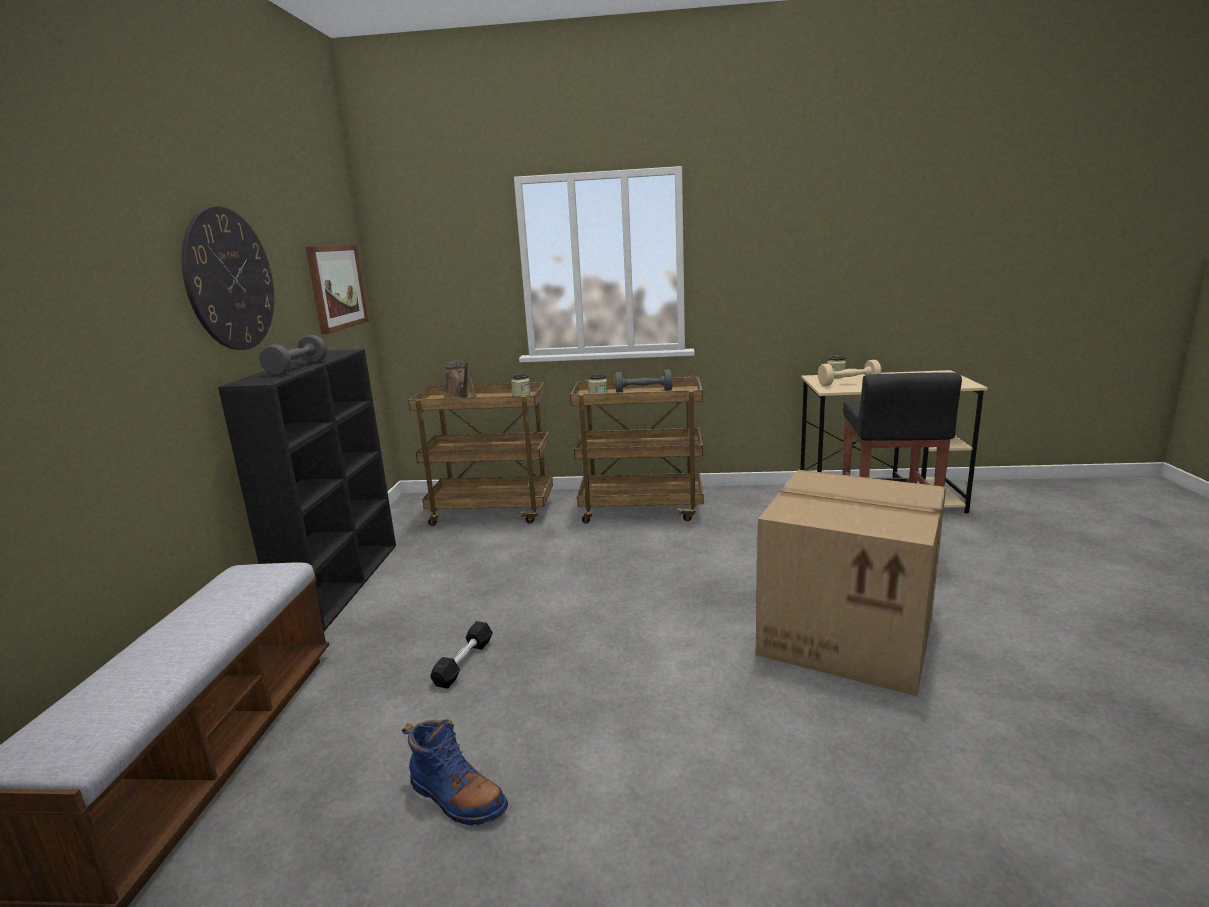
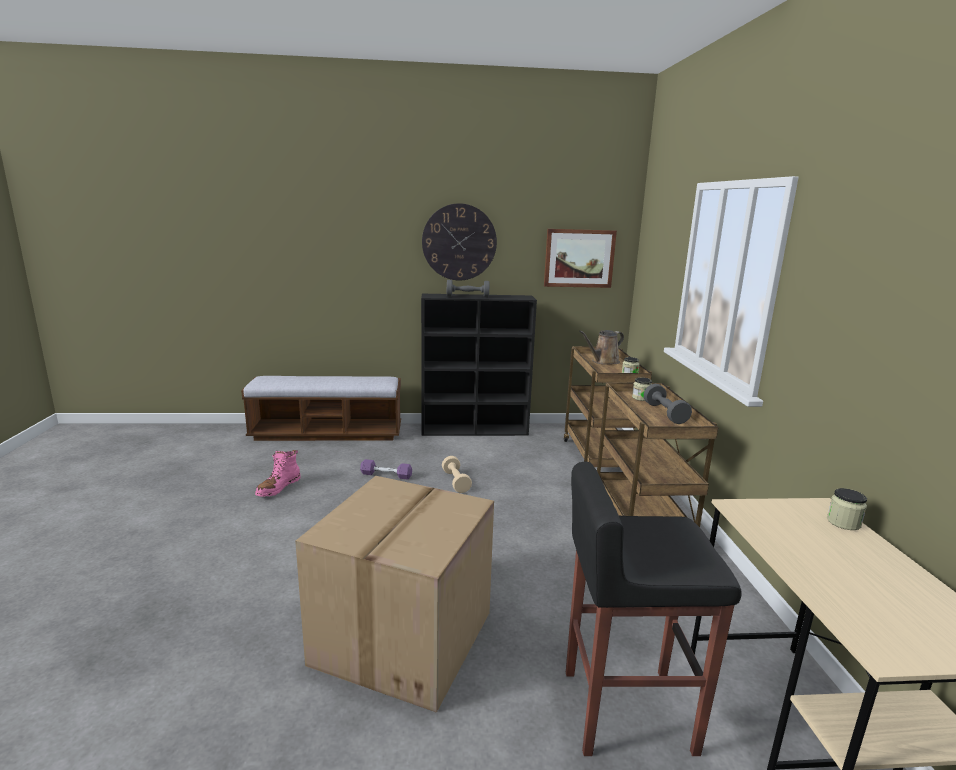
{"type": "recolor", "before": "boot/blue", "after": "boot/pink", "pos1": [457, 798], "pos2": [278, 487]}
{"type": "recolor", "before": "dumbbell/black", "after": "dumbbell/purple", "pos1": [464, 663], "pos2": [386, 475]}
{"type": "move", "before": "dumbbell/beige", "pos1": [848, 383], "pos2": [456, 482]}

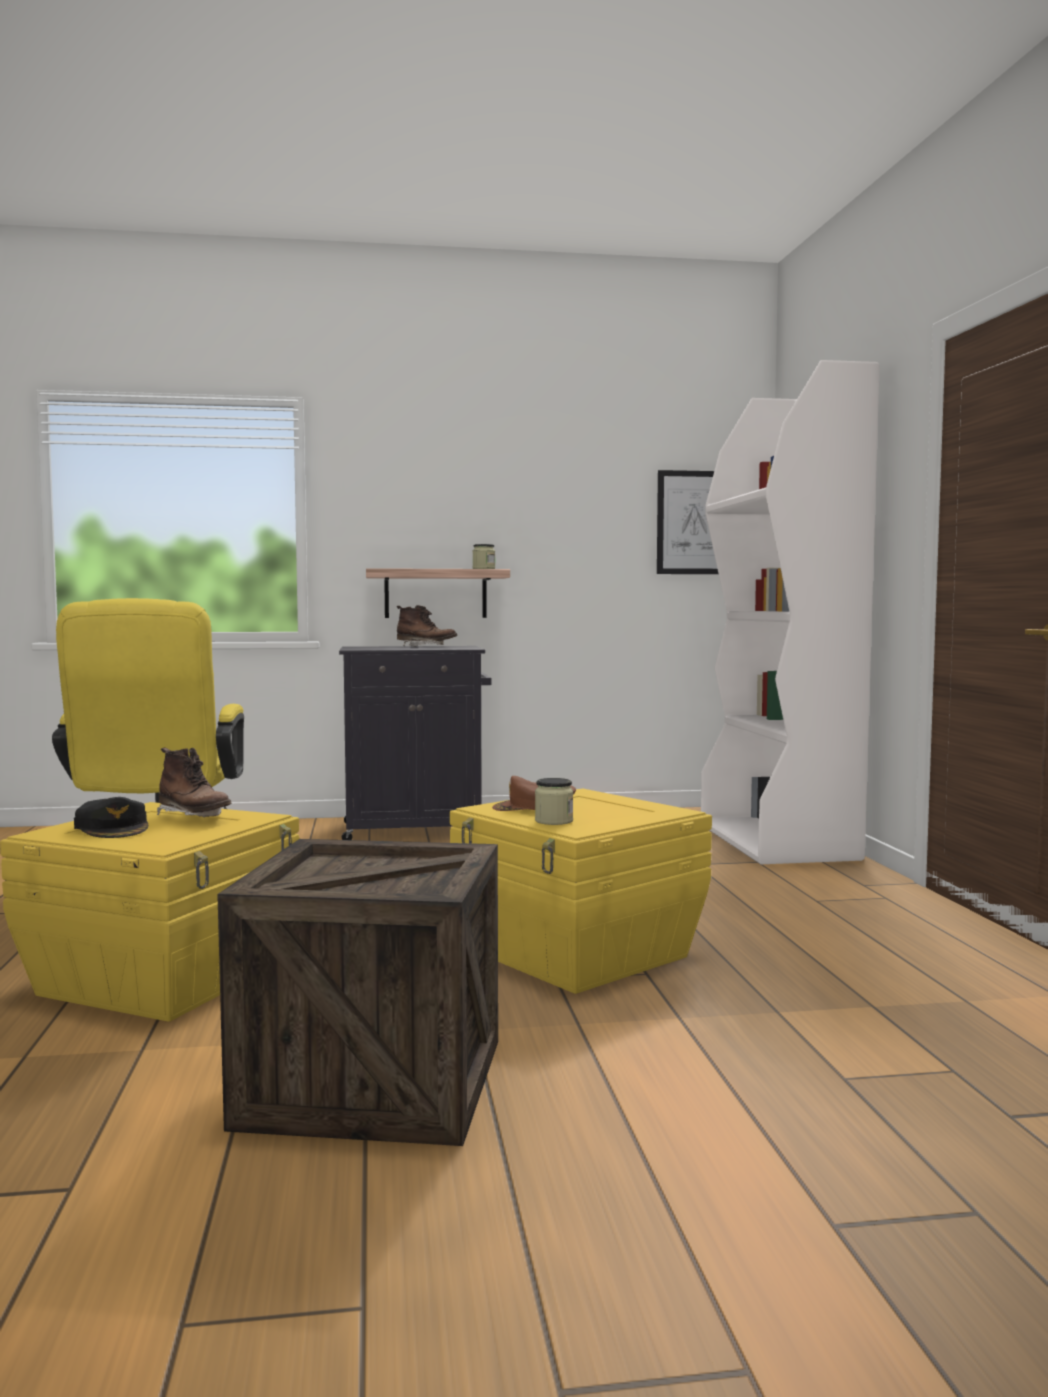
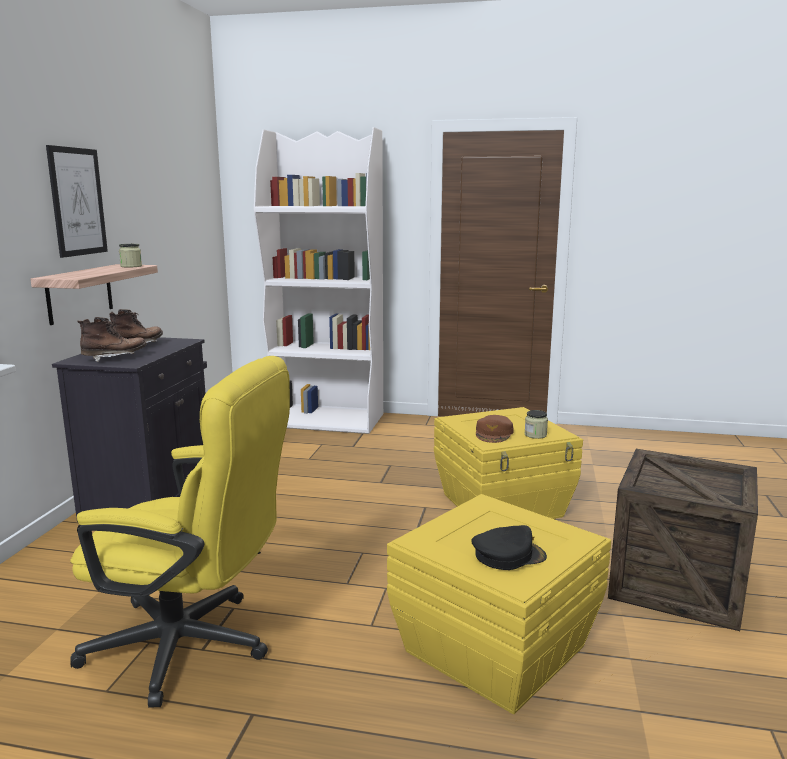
{"type": "move", "before": "picture", "pos1": [692, 522], "pos2": [77, 202]}
{"type": "move", "before": "boot/brown", "pos1": [194, 817], "pos2": [115, 358]}

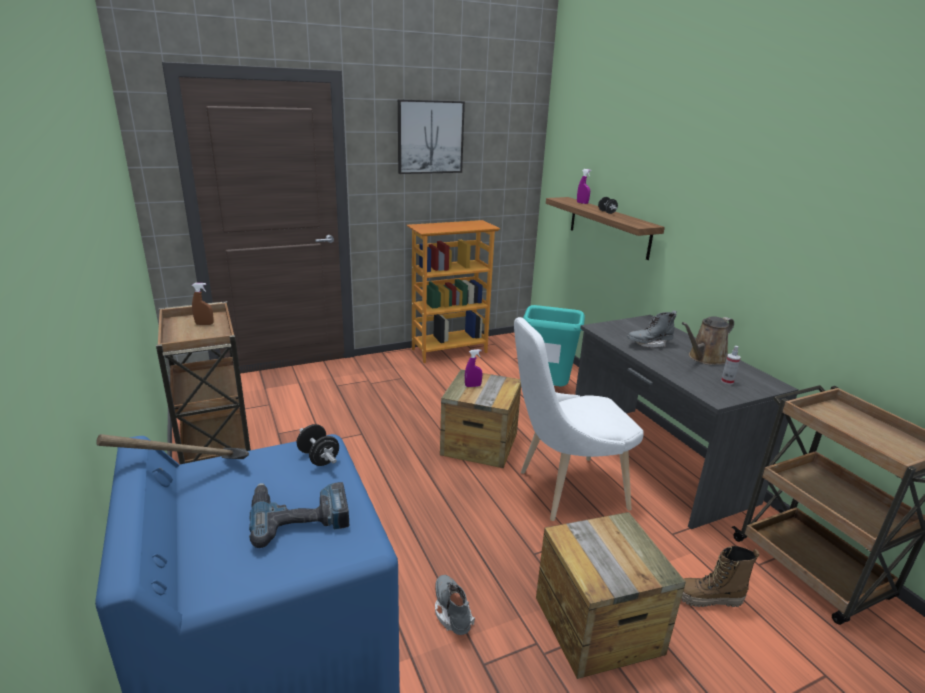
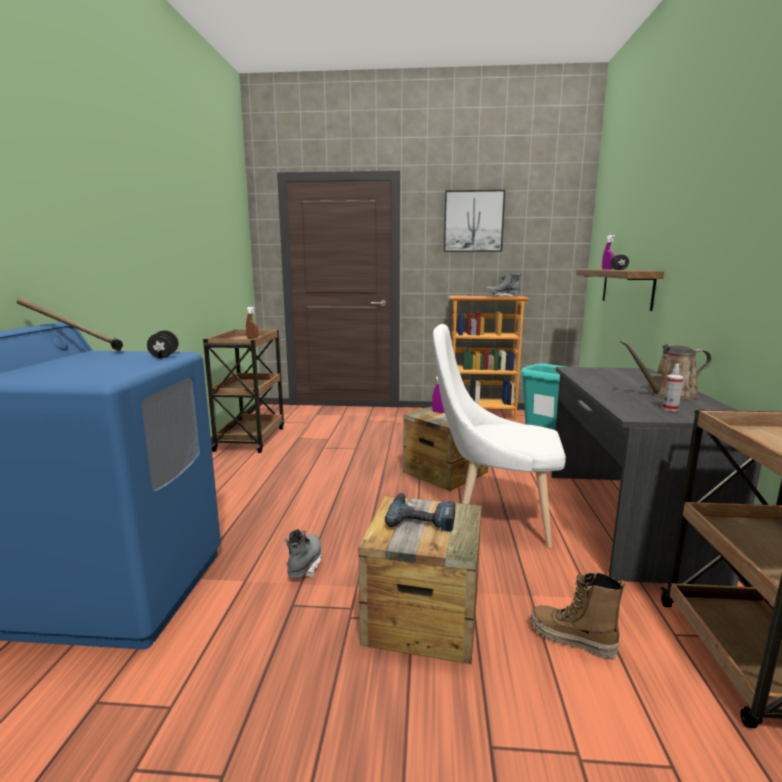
{"type": "move", "before": "power drill", "pos1": [299, 515], "pos2": [421, 517]}
{"type": "move", "before": "boot/grey", "pos1": [649, 344], "pos2": [502, 297]}

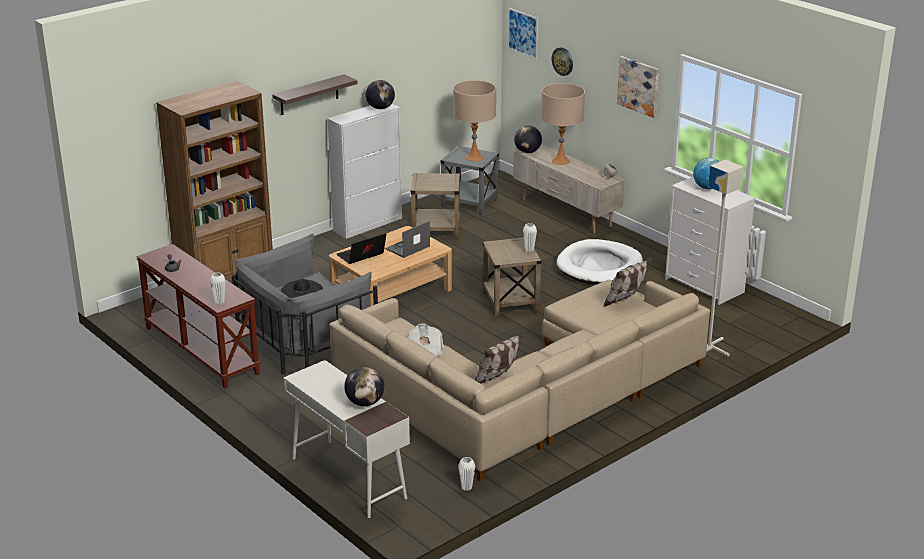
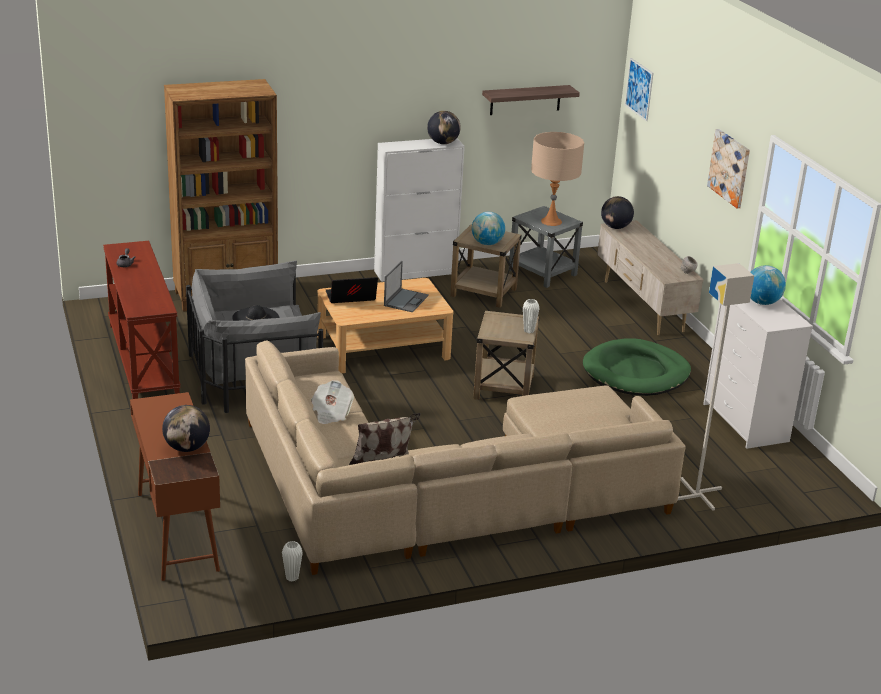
{"type": "recolor", "before": "desk/white", "after": "desk/brown", "pos1": [348, 477], "pos2": [177, 530]}
{"type": "rotate", "before": "laptop", "pos1": [407, 248], "pos2": [406, 300], "turn": 135}
{"type": "insert", "after": "globe", "pos2": [487, 243]}
{"type": "move", "before": "shelf", "pos1": [309, 95], "pos2": [525, 100]}
{"type": "recolor", "before": "dog bed/white", "after": "dog bed/green", "pos1": [599, 266], "pos2": [636, 373]}
{"type": "delete", "before": "vase/white", "pos1": [219, 302]}
{"type": "delete", "before": "table lamp/beige", "pos1": [560, 161]}
{"type": "delete", "before": "wall clock", "pos1": [563, 61]}
{"type": "delete", "before": "pillow", "pos1": [626, 301]}

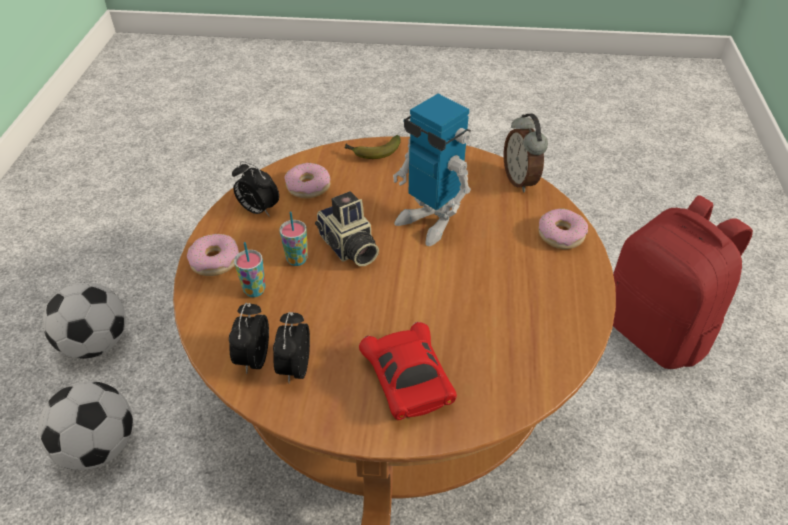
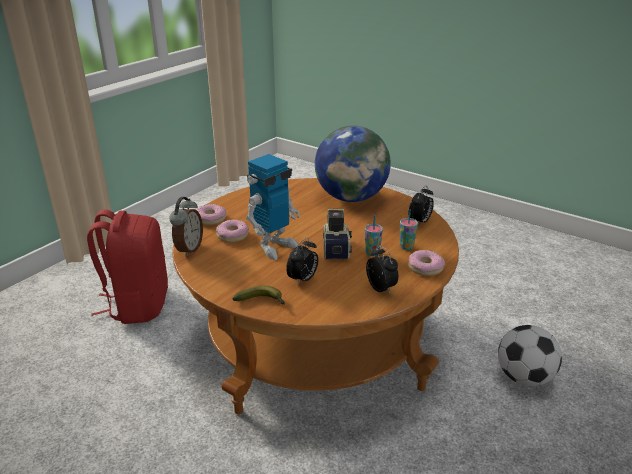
{"type": "move", "before": "donut", "pos1": [308, 186], "pos2": [232, 235]}
{"type": "rotate", "before": "toy robot", "pos1": [429, 222], "pos2": [274, 246], "turn": 60}
{"type": "move", "before": "alarm clock", "pos1": [295, 367], "pos2": [303, 279]}
{"type": "replace", "before": "toy car/red", "after": "globe", "pos1": [408, 381], "pos2": [351, 197]}
{"type": "delete", "before": "football", "pos1": [96, 344]}

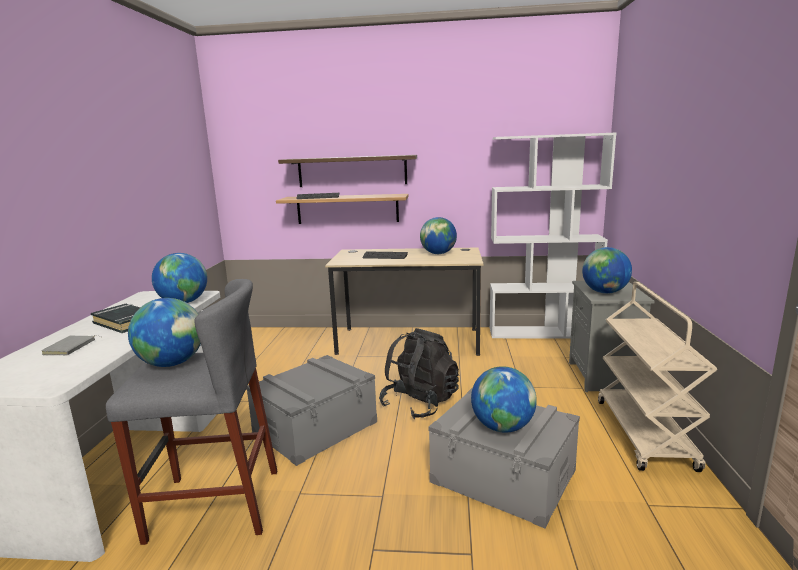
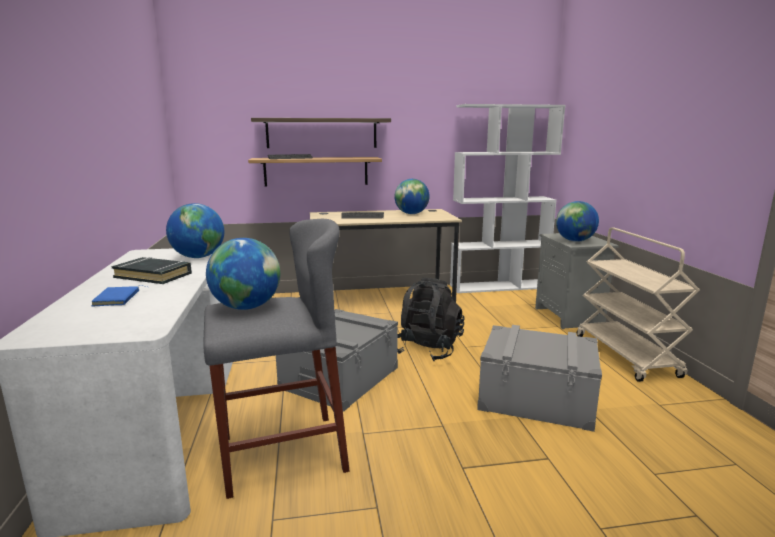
{"type": "recolor", "before": "book/grey", "after": "book/blue", "pos1": [71, 348], "pos2": [118, 299]}
{"type": "delete", "before": "globe", "pos1": [502, 427]}

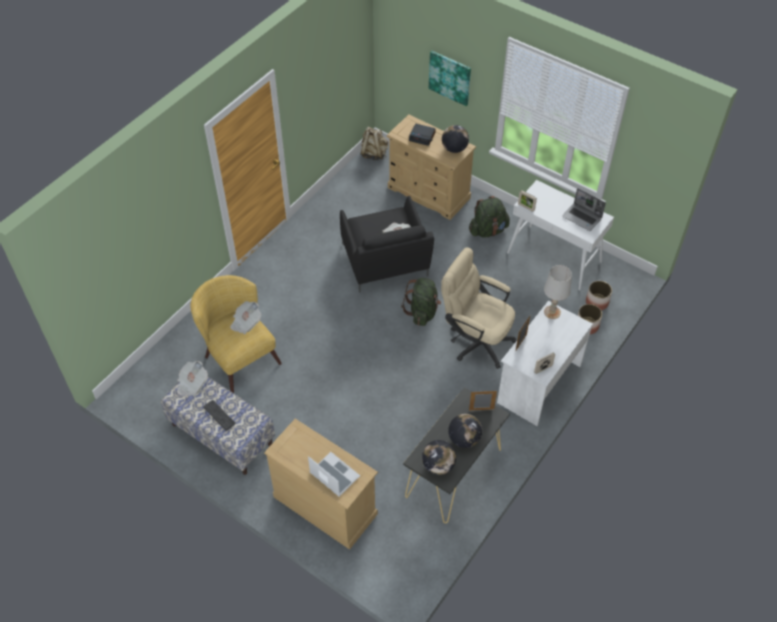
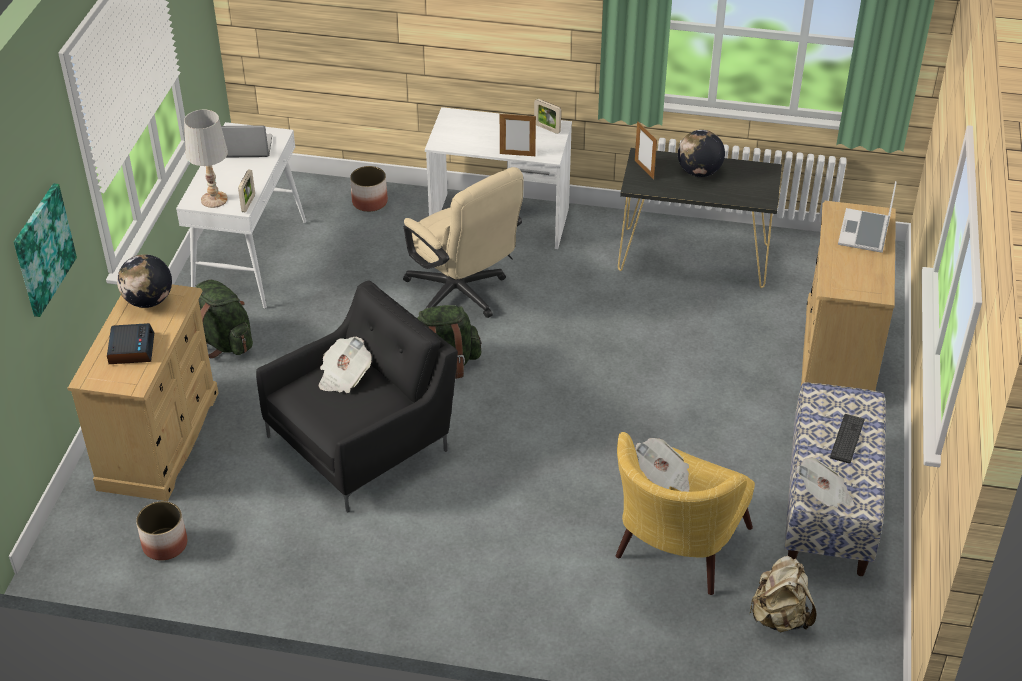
{"type": "move", "before": "planter", "pos1": [596, 302], "pos2": [165, 545]}
{"type": "move", "before": "table lamp/white", "pos1": [552, 312], "pos2": [213, 199]}
{"type": "rotate", "before": "laptop", "pos1": [582, 217], "pos2": [243, 148], "turn": -105}
{"type": "rotate", "before": "office chair/beige", "pos1": [475, 339], "pos2": [462, 296], "turn": -45}
{"type": "move", "before": "backpack/beige", "pos1": [374, 154], "pos2": [779, 617]}
{"type": "delete", "before": "globe", "pos1": [438, 465]}

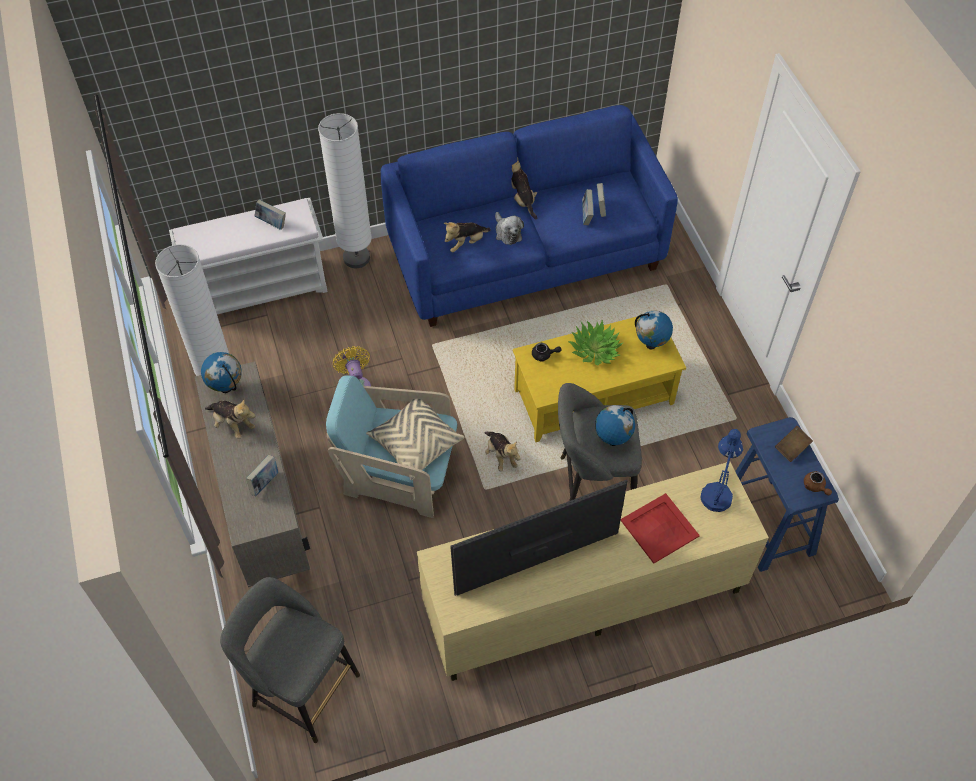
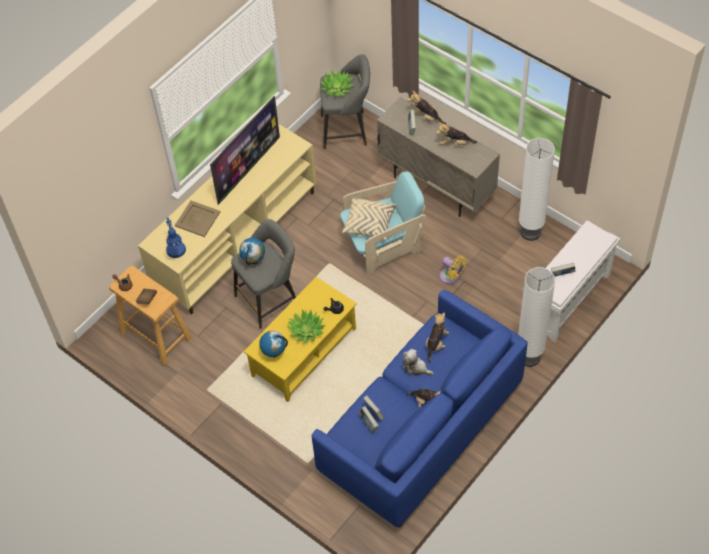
{"type": "recolor", "before": "stool/blue", "after": "stool/beige", "pos1": [768, 524], "pos2": [155, 335]}
{"type": "recolor", "before": "tray/red", "after": "tray/beige", "pos1": [659, 529], "pos2": [197, 218]}
{"type": "insert", "after": "potted plant", "pos2": [337, 88]}
{"type": "move", "before": "plush toy", "pos1": [500, 456], "pos2": [426, 117]}
{"type": "delete", "before": "globe", "pos1": [227, 388]}

